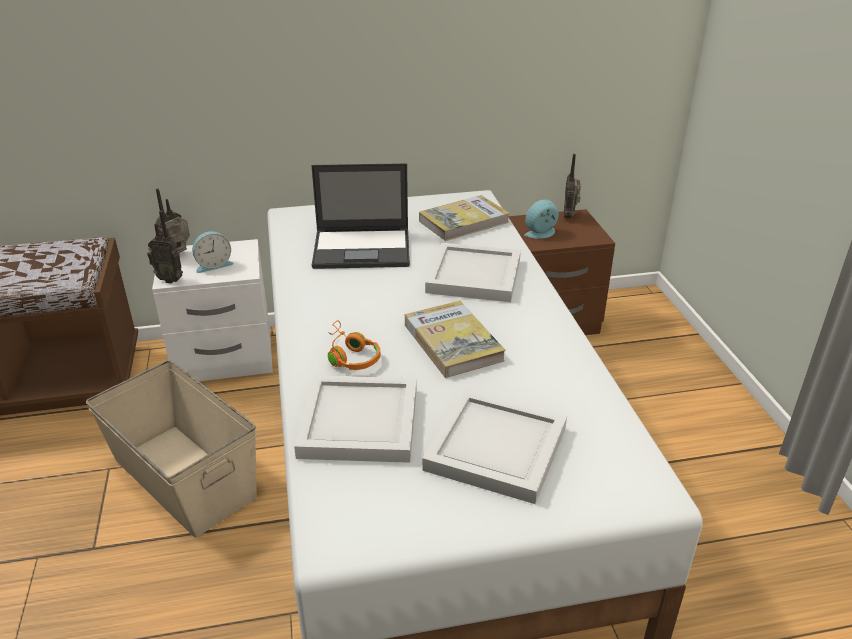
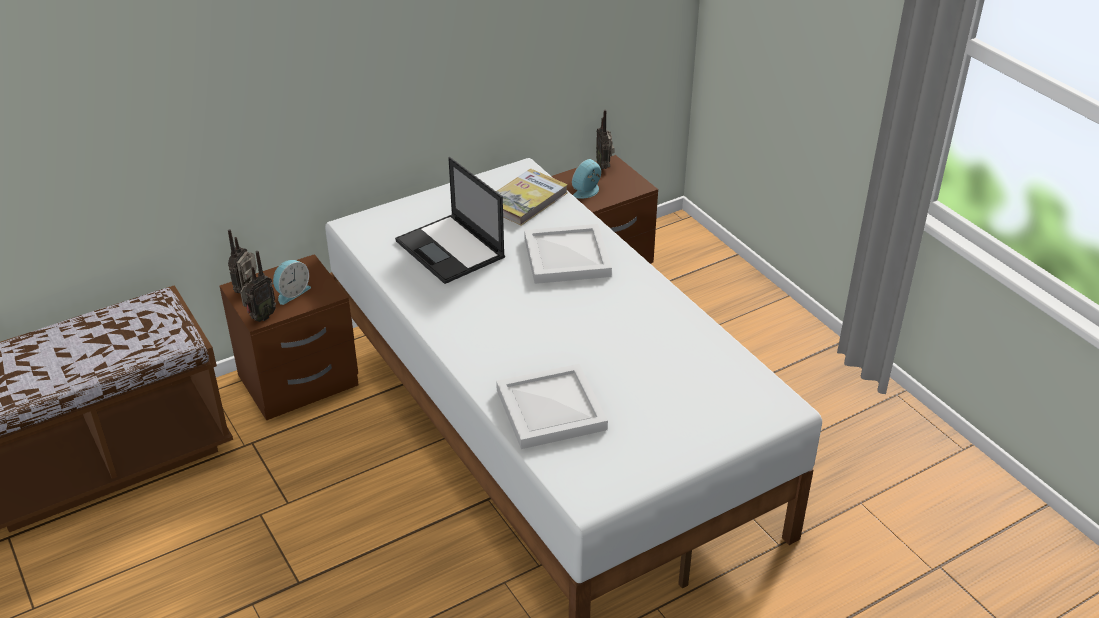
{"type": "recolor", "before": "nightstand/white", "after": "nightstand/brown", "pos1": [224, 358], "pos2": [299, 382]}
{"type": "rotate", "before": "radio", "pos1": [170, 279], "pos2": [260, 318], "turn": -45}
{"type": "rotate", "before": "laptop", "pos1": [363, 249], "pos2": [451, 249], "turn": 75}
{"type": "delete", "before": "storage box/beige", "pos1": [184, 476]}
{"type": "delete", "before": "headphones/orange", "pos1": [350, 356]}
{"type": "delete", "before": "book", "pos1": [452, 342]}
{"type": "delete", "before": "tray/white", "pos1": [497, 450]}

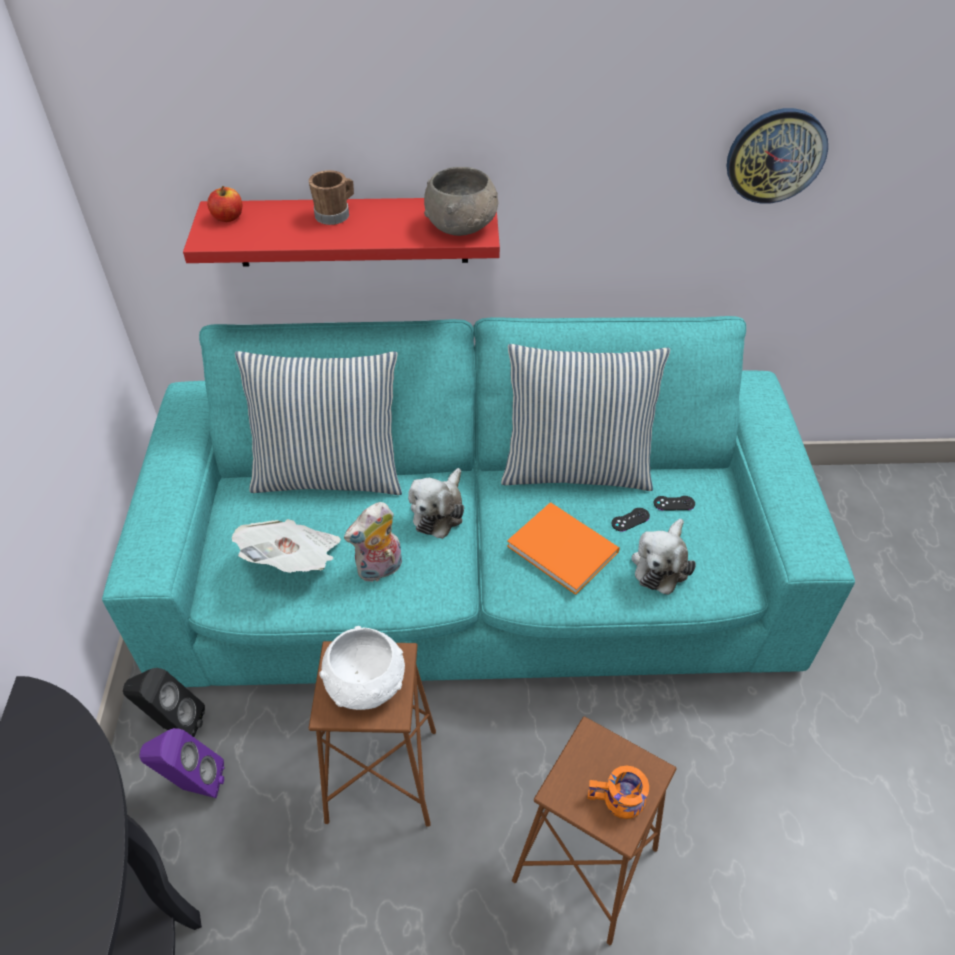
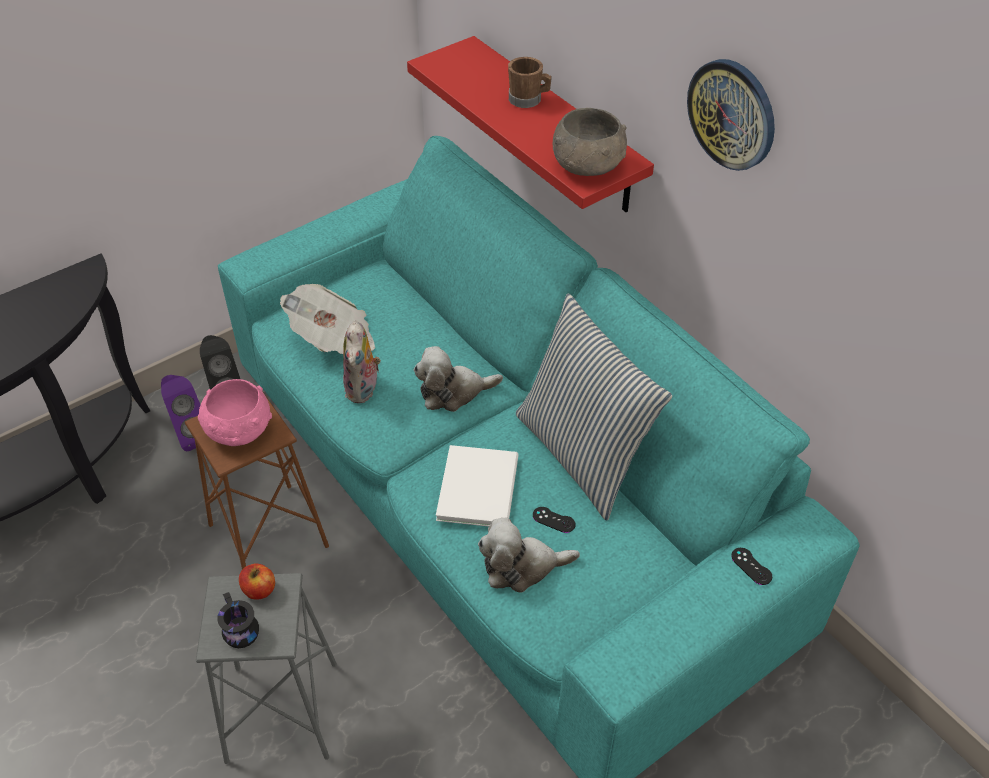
{"type": "recolor", "before": "stool/brown", "after": "stool/grey", "pos1": [585, 863], "pos2": [282, 712]}
{"type": "recolor", "before": "bowl/white", "after": "bowl/pink", "pos1": [366, 685], "pos2": [239, 431]}
{"type": "recolor", "before": "mug/orange", "after": "mug/black", "pos1": [617, 802], "pos2": [236, 629]}
{"type": "move", "before": "apple", "pos1": [228, 217], "pos2": [259, 590]}
{"type": "rotate", "before": "plush toy", "pos1": [380, 570], "pos2": [364, 389], "turn": -105}
{"type": "recolor", "before": "book/orange", "after": "book/white", "pos1": [562, 546], "pos2": [481, 486]}
{"type": "move", "before": "wall clock", "pos1": [775, 155], "pos2": [732, 114]}
{"type": "move", "before": "game controller/black", "pos1": [674, 503], "pos2": [751, 566]}
{"type": "delete", "before": "pillow", "pos1": [329, 474]}

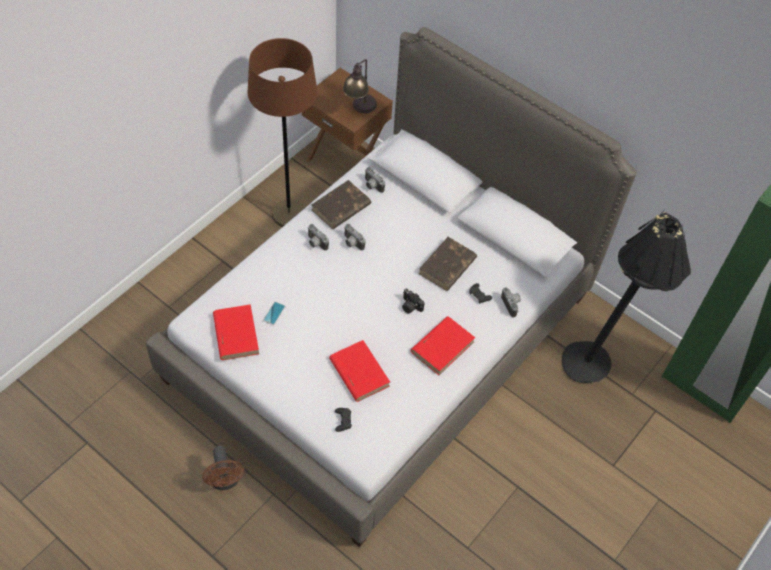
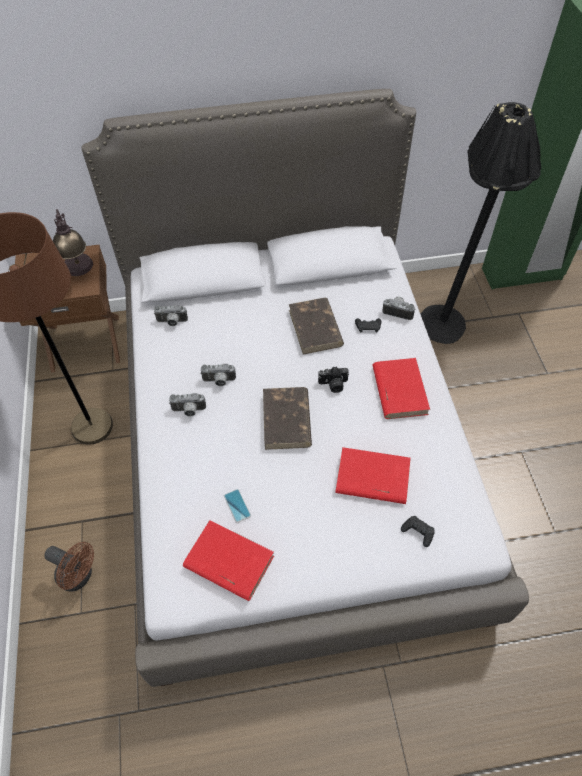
{"type": "move", "before": "fan/brown", "pos1": [225, 481], "pos2": [79, 576]}
{"type": "move", "before": "book/brown", "pos1": [340, 207], "pos2": [286, 420]}

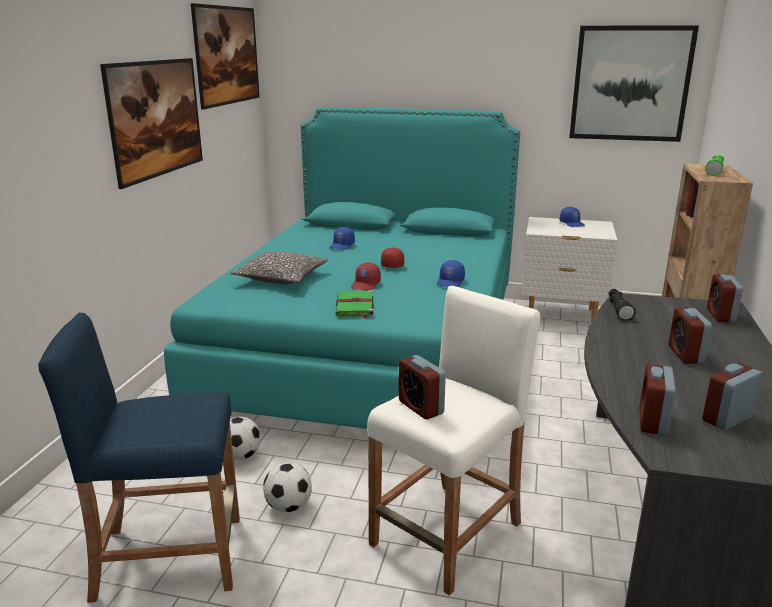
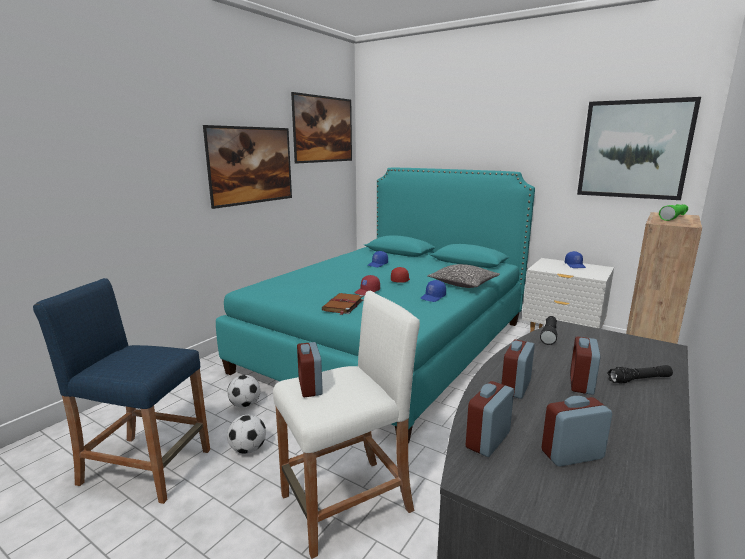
{"type": "recolor", "before": "book/green", "after": "book/brown", "pos1": [355, 306], "pos2": [343, 305]}
{"type": "move", "before": "pillow", "pos1": [281, 278], "pos2": [463, 283]}
{"type": "move", "before": "alarm clock", "pos1": [720, 315], "pos2": [515, 387]}
{"type": "insert", "after": "flashlight/black", "pos2": [639, 379]}

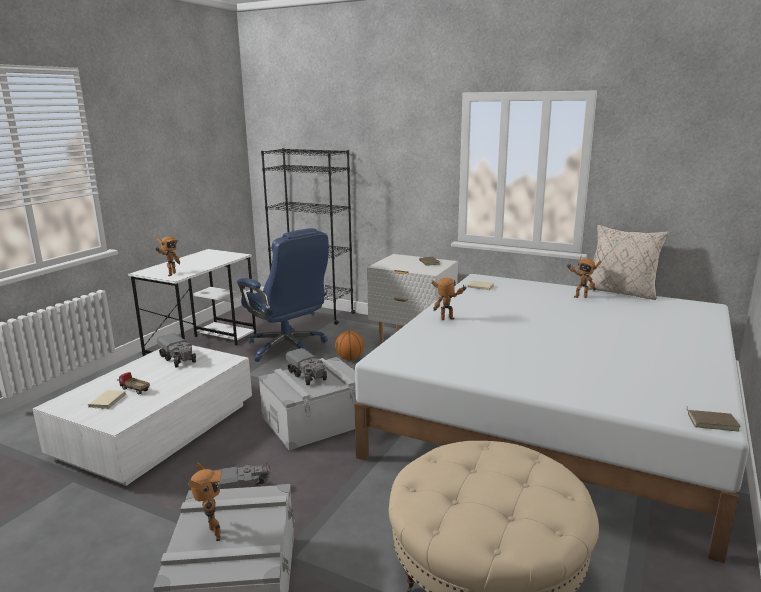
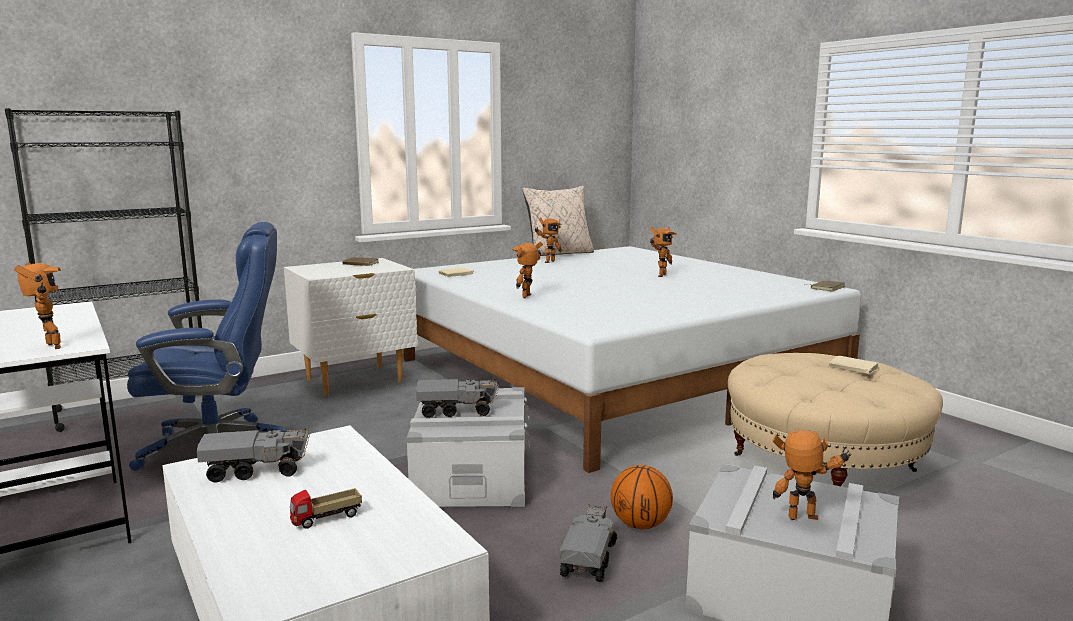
{"type": "move", "before": "basketball", "pos1": [349, 358], "pos2": [640, 525]}
{"type": "insert", "after": "toy robot", "pos2": [659, 275]}
{"type": "move", "before": "book/beige", "pos1": [106, 401], "pos2": [852, 368]}

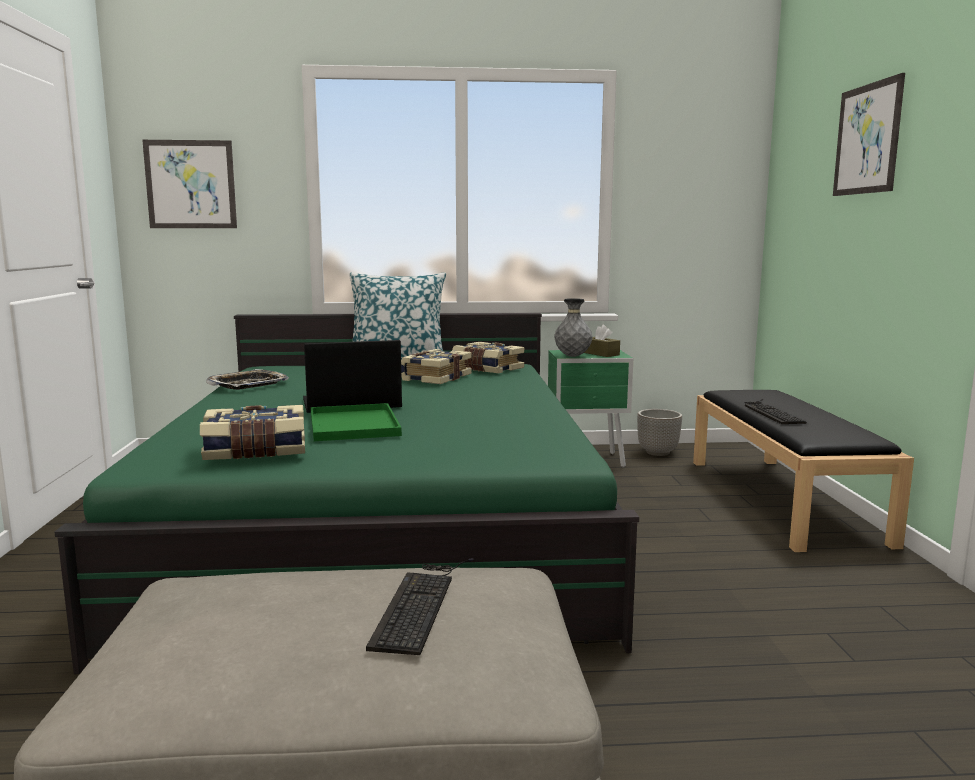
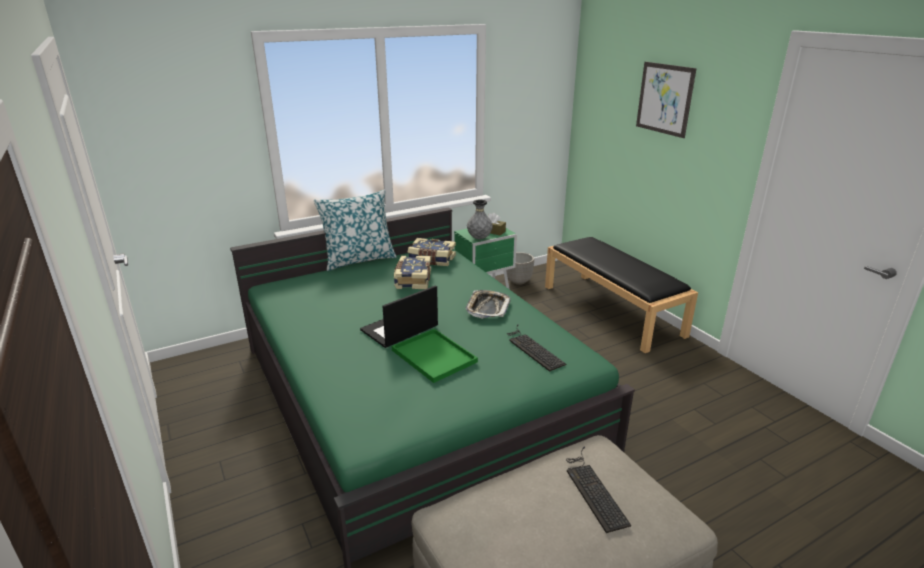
{"type": "move", "before": "tray", "pos1": [248, 385], "pos2": [487, 308]}
{"type": "move", "before": "keyboard", "pos1": [770, 412], "pos2": [532, 348]}
{"type": "delete", "before": "picture", "pos1": [190, 184]}
{"type": "delete", "before": "book", "pos1": [256, 451]}

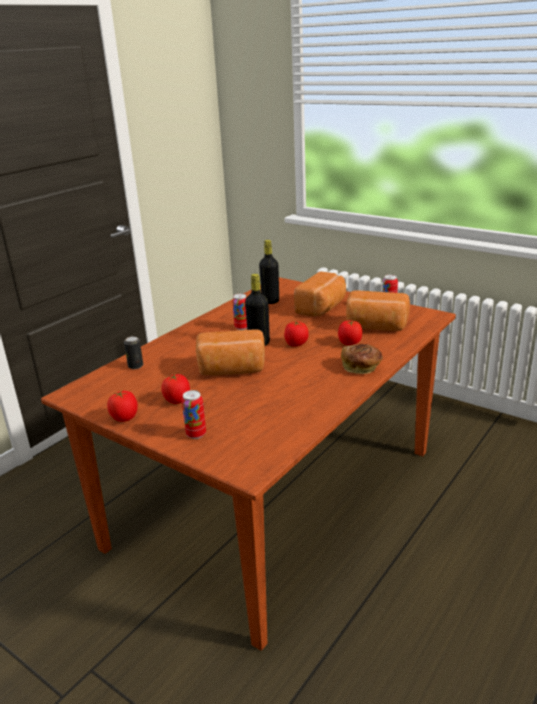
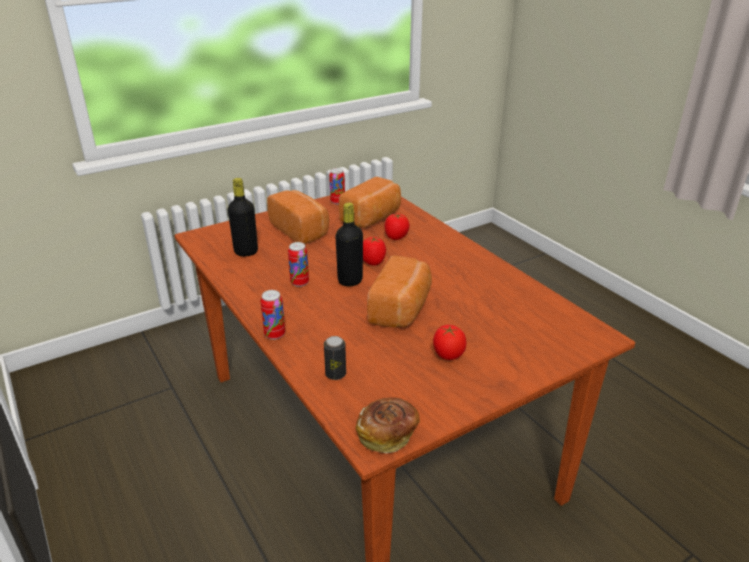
{"type": "move", "before": "can", "pos1": [196, 434], "pos2": [274, 335]}
{"type": "move", "before": "bread", "pos1": [361, 368], "pos2": [387, 435]}
{"type": "delete", "before": "tomato", "pos1": [125, 418]}

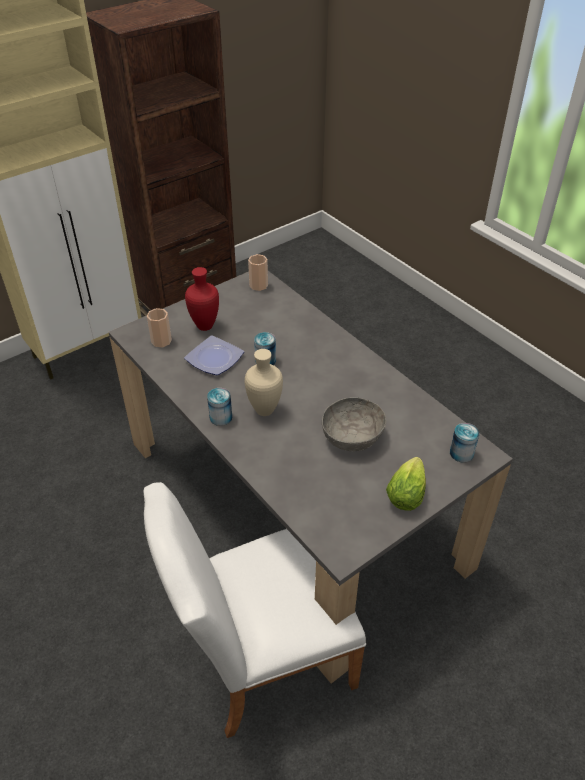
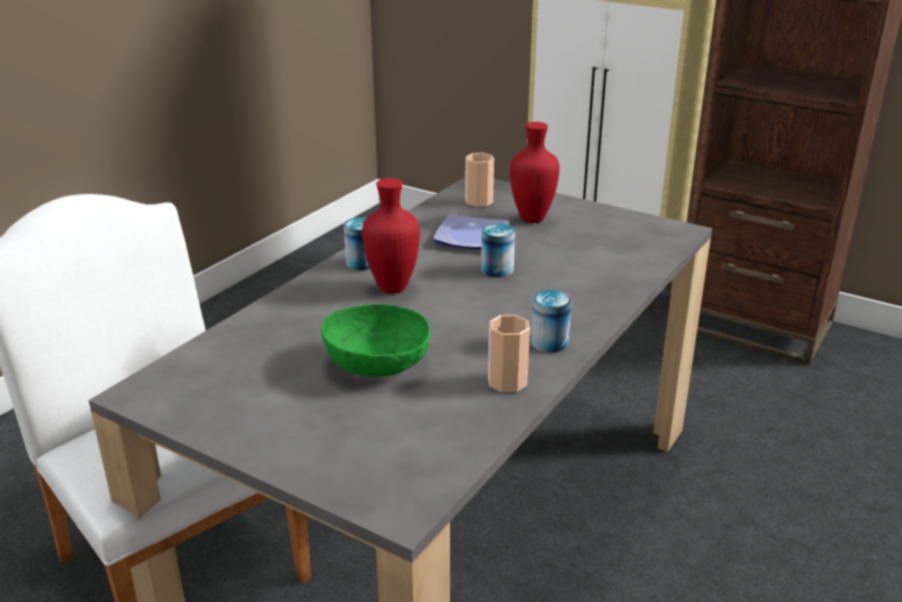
{"type": "recolor", "before": "bowl/grey", "after": "bowl/green", "pos1": [352, 436], "pos2": [378, 363]}
{"type": "recolor", "before": "vase/beige", "after": "vase/red", "pos1": [263, 410], "pos2": [391, 287]}
{"type": "move", "before": "cup", "pos1": [258, 285], "pos2": [507, 382]}
{"type": "move", "before": "can", "pos1": [461, 453], "pos2": [549, 342]}
{"type": "delete", "before": "lettuce", "pos1": [407, 492]}

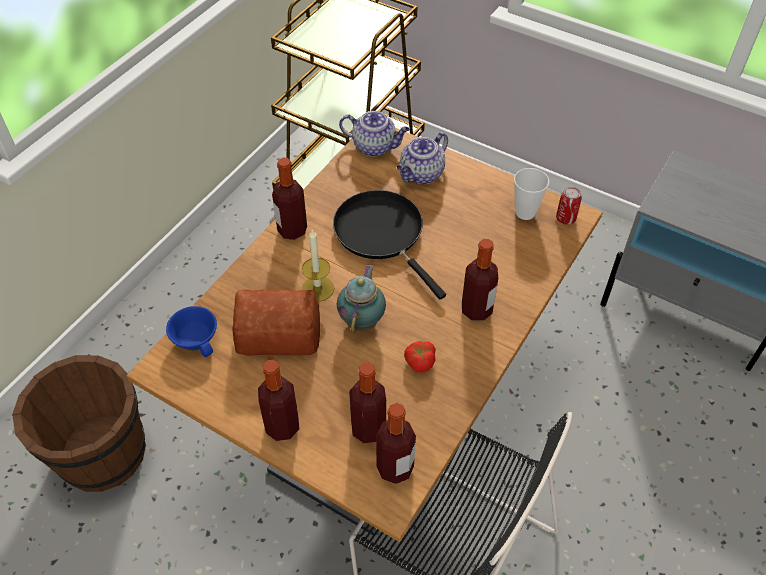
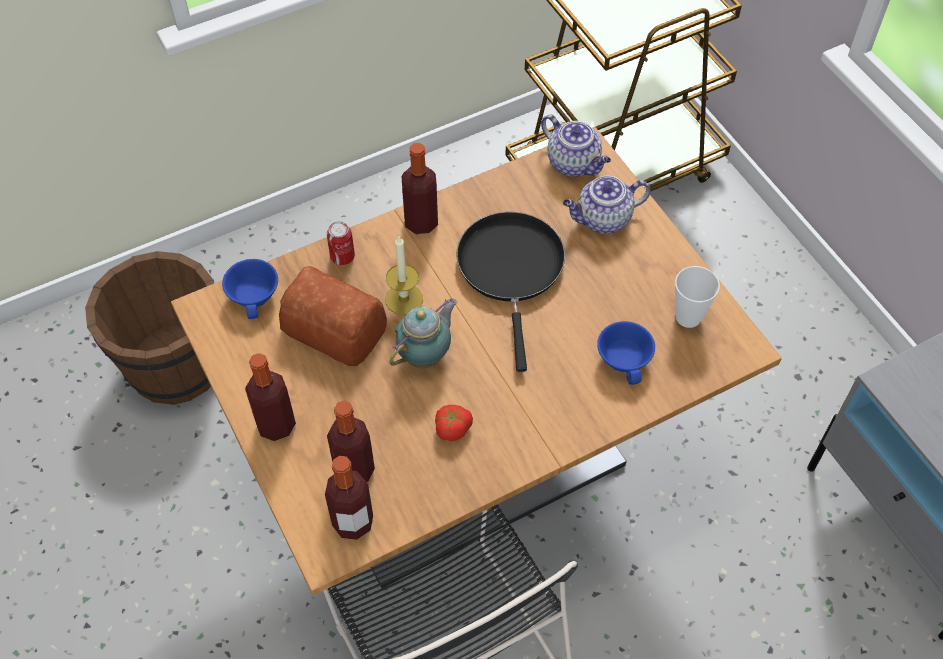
{"type": "move", "before": "can", "pos1": [565, 218], "pos2": [342, 257]}
{"type": "insert", "after": "cup/blue", "pos2": [626, 359]}
{"type": "delete", "before": "bottle", "pos1": [476, 310]}

